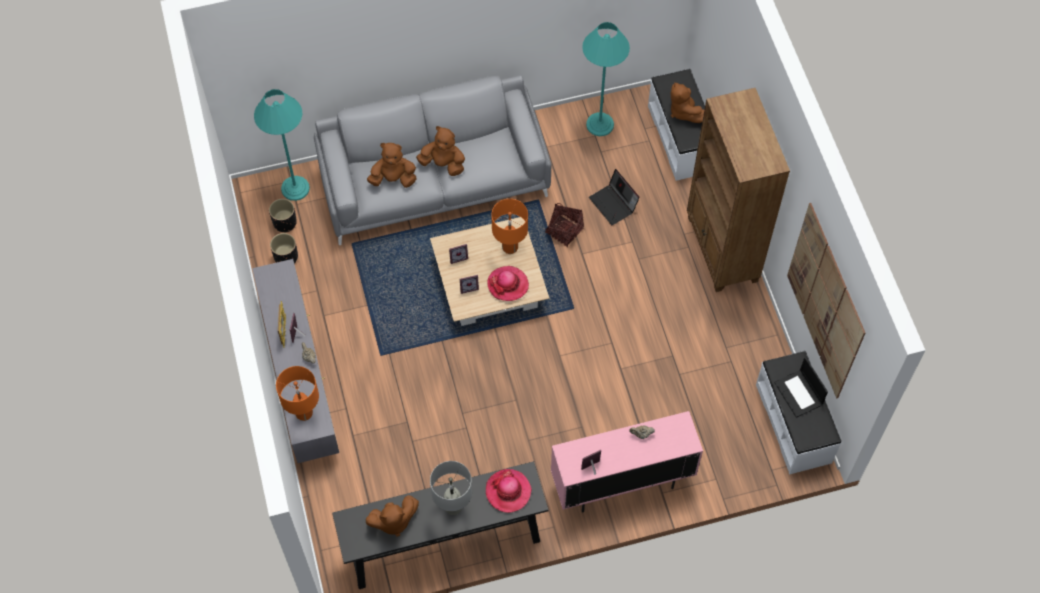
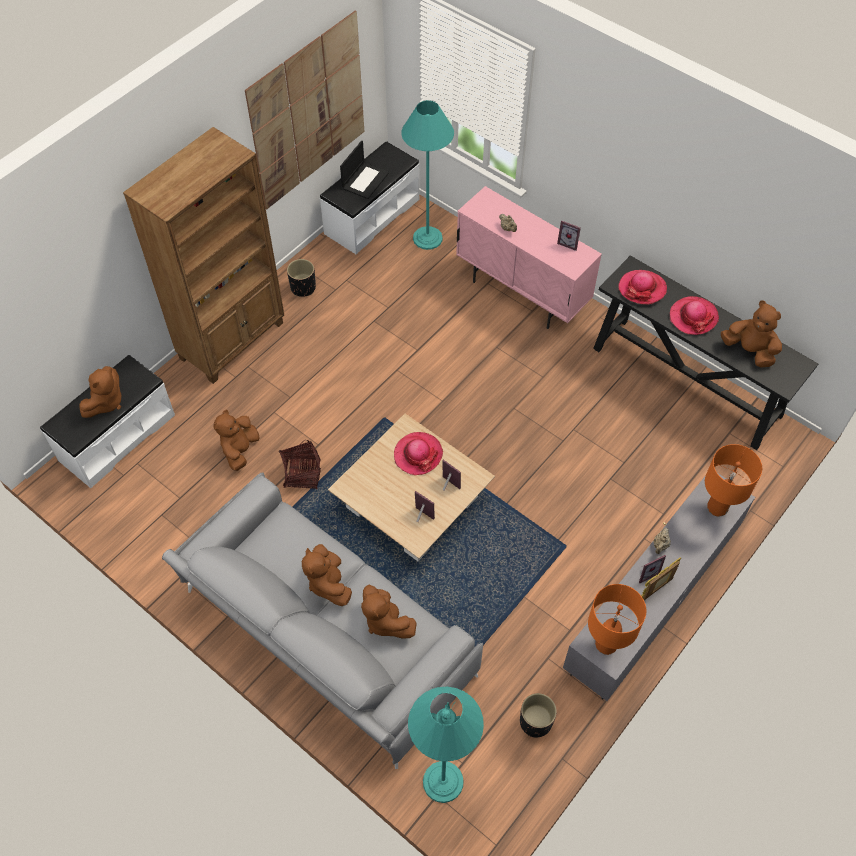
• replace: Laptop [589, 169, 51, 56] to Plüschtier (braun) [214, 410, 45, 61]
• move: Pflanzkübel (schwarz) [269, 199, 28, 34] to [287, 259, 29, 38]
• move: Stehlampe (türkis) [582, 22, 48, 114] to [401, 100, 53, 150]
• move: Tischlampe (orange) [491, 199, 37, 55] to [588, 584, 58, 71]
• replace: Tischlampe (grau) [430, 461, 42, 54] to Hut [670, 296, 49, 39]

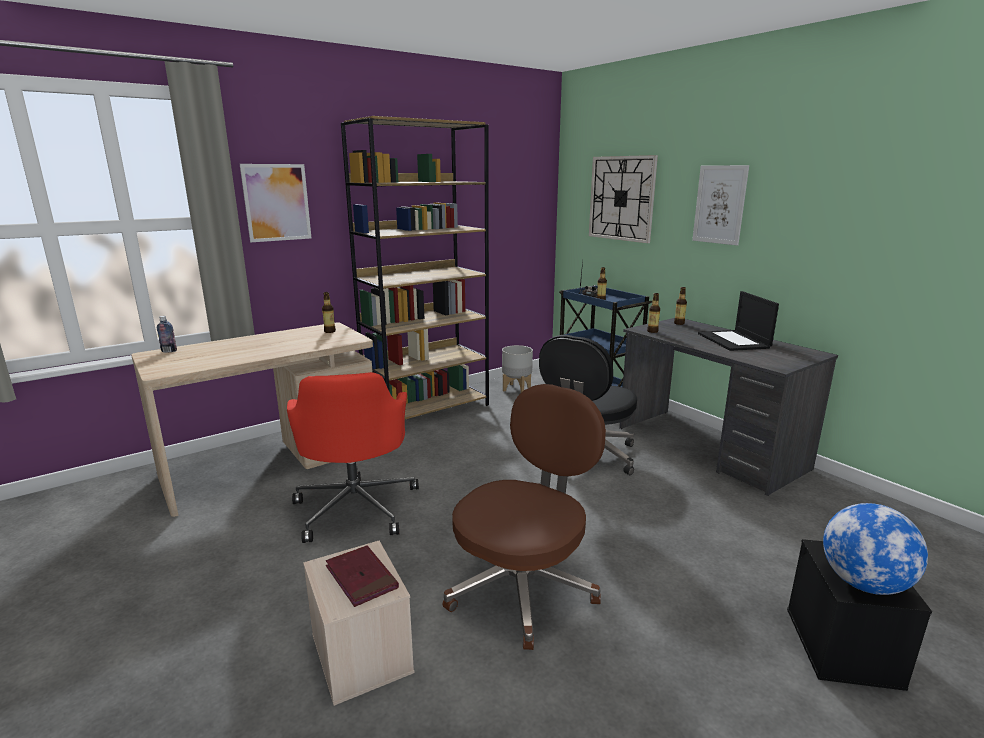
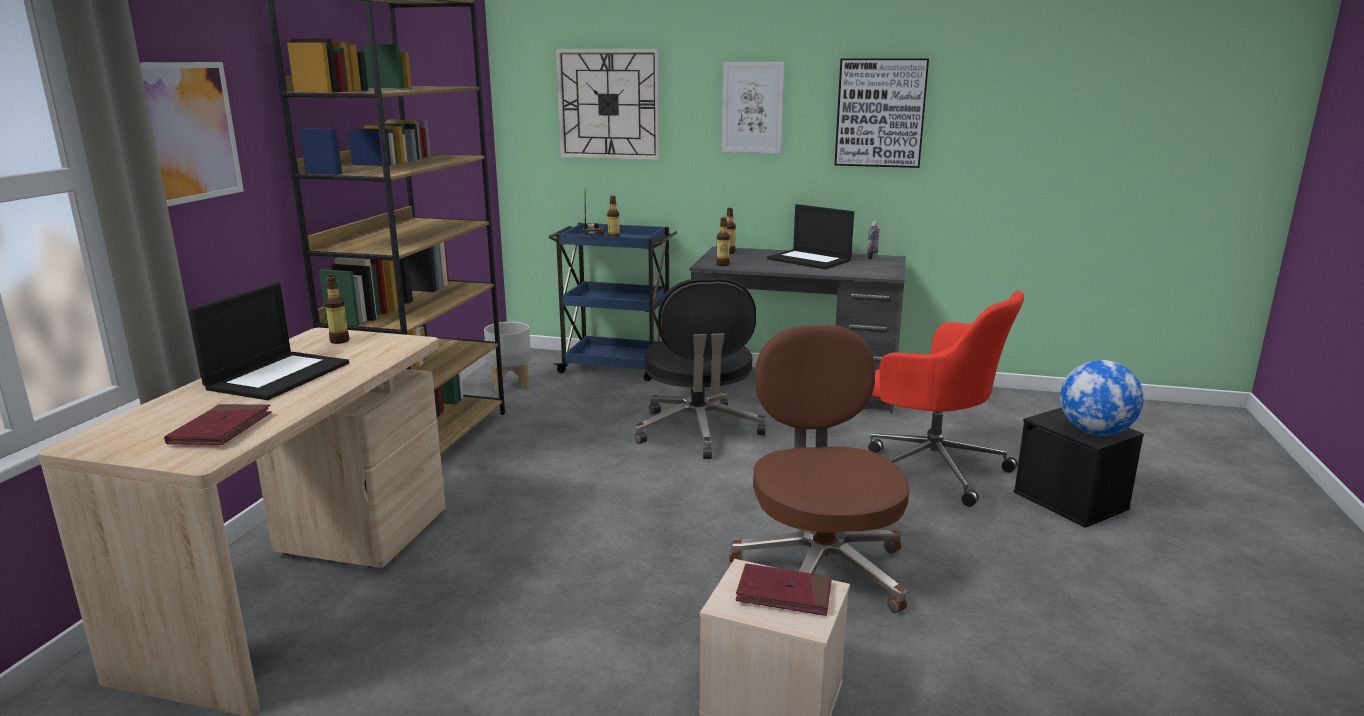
• insert: Buch (rot) [164, 404, 108, 41]
• insert: Laptop [188, 283, 161, 117]
• insert: Bild [835, 58, 94, 110]
• move: Flasche [157, 316, 20, 36] to [867, 222, 12, 38]
• move: Bürostuhl (rot) [287, 372, 132, 171] to [868, 291, 156, 216]

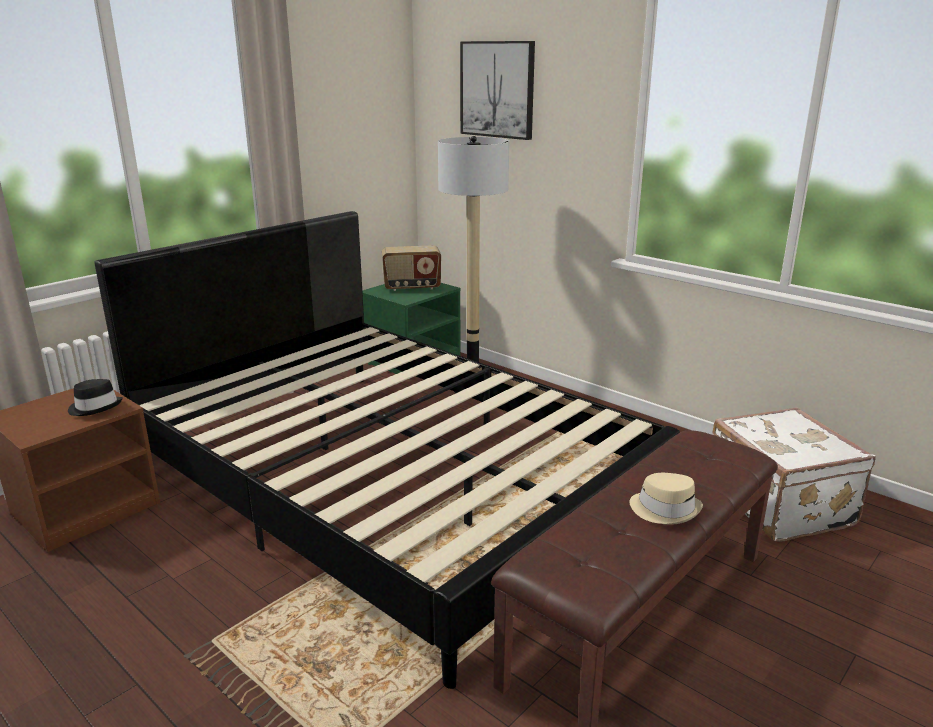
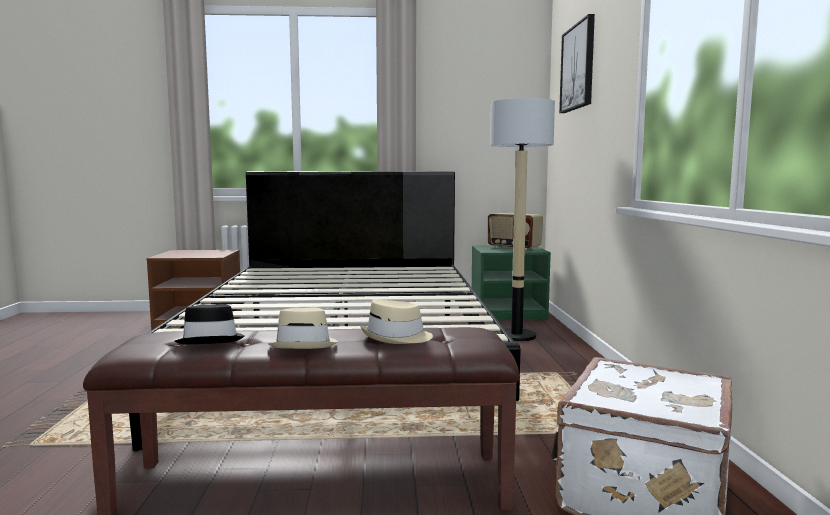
• move: Hut (schwarz) [68, 379, 55, 37] to [175, 304, 70, 40]
• insert: Hut (beige) [360, 299, 73, 45]

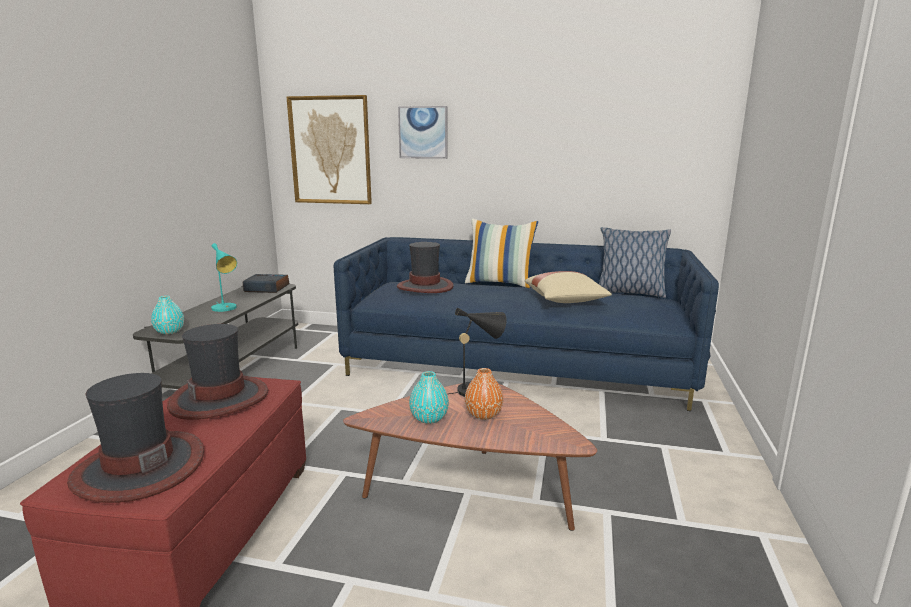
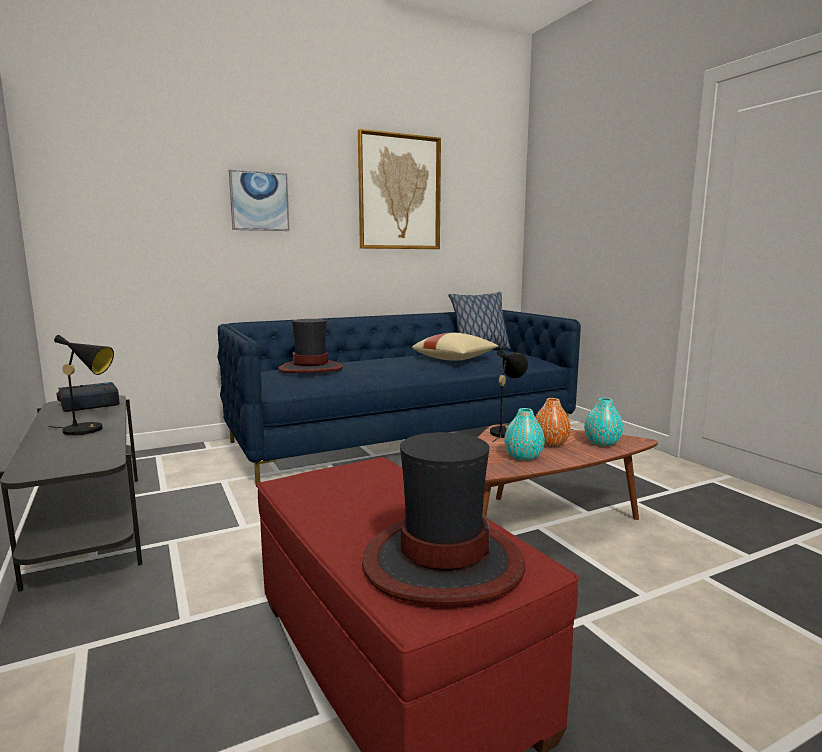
• recolor: Tischlampe (türkis) [211, 243, 26, 69] to Tischlampe (schwarz) [48, 335, 66, 100]
• move: Bild [286, 95, 86, 109] to [358, 129, 83, 120]
• move: Vase (türkis) [151, 296, 33, 38] to [584, 397, 39, 49]
• delete: Hut [167, 324, 101, 96]
• delete: Kissen [465, 218, 73, 70]

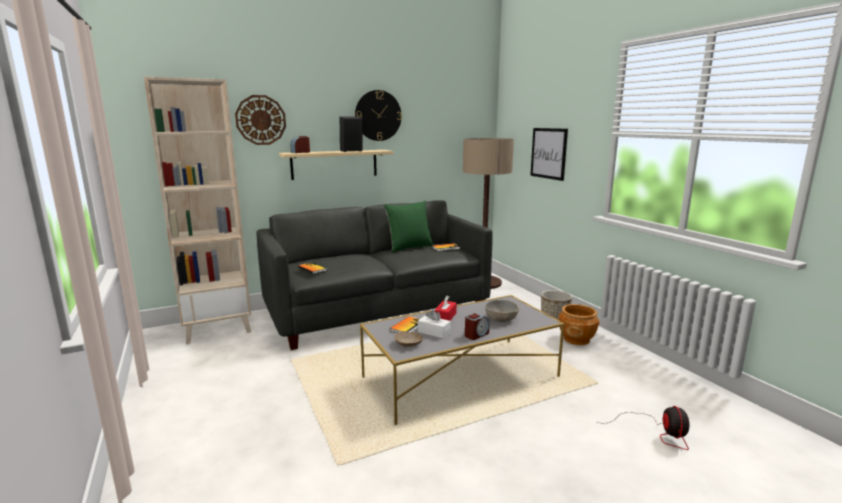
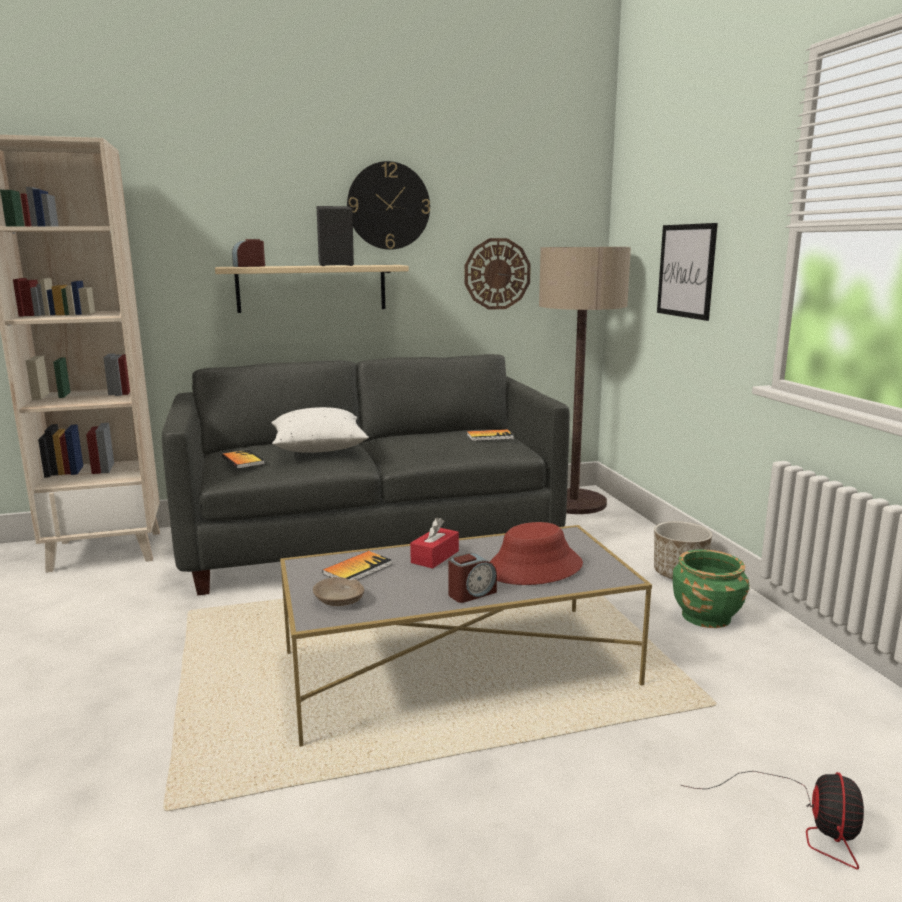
• insert: Kissen (weiß) [271, 407, 98, 46]
• move: Wanduhr [235, 95, 51, 50] to [465, 238, 66, 72]
• replace: Schüssel (grau) [485, 300, 34, 22] to Hut (rot) [490, 522, 93, 63]
• recolor: Pflanzkübel (braun) [559, 304, 41, 41] to Pflanzkübel (grün) [673, 549, 77, 79]
• delete: Kissen (grün) [384, 201, 49, 52]
• delete: Taschentuchbox (weiß) [418, 309, 33, 29]

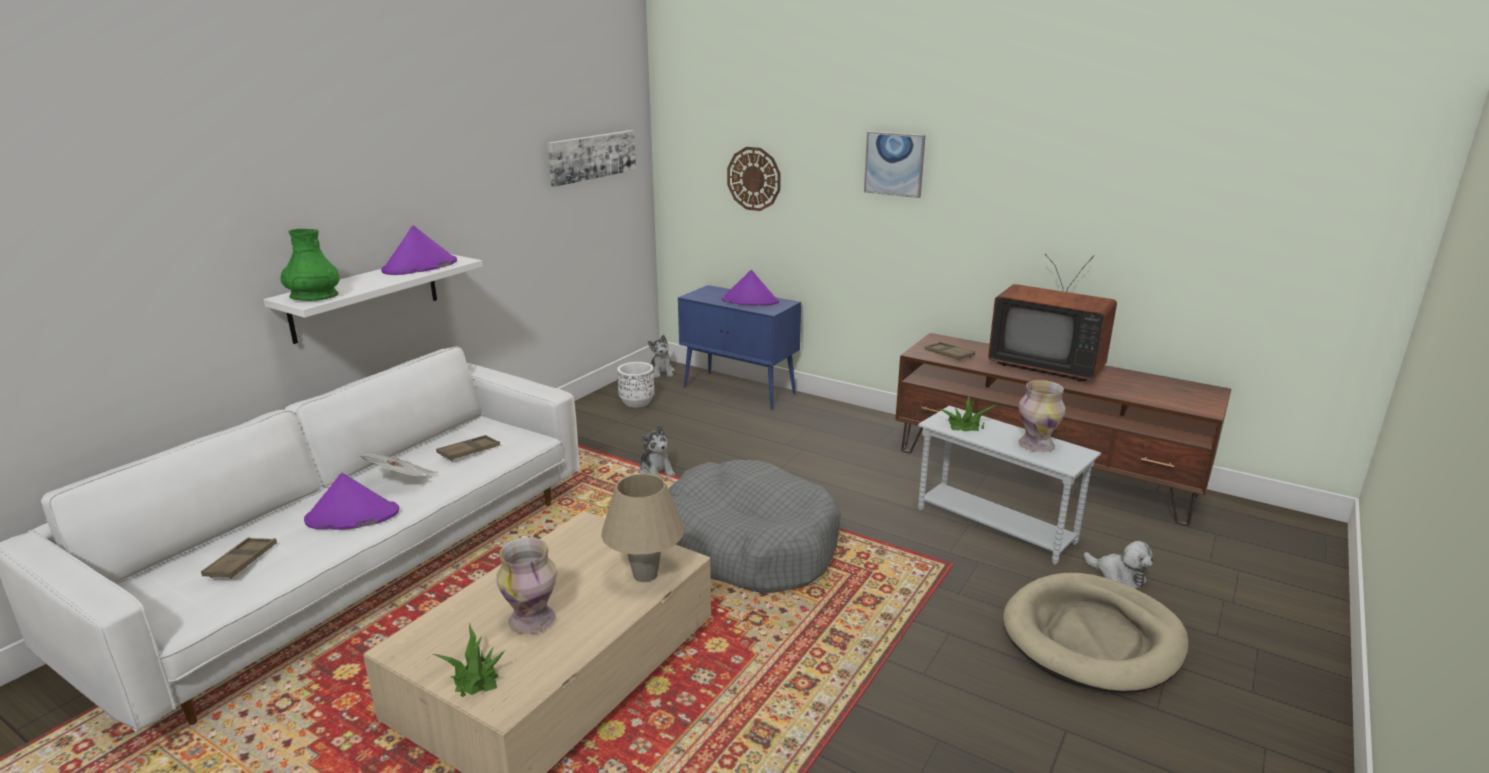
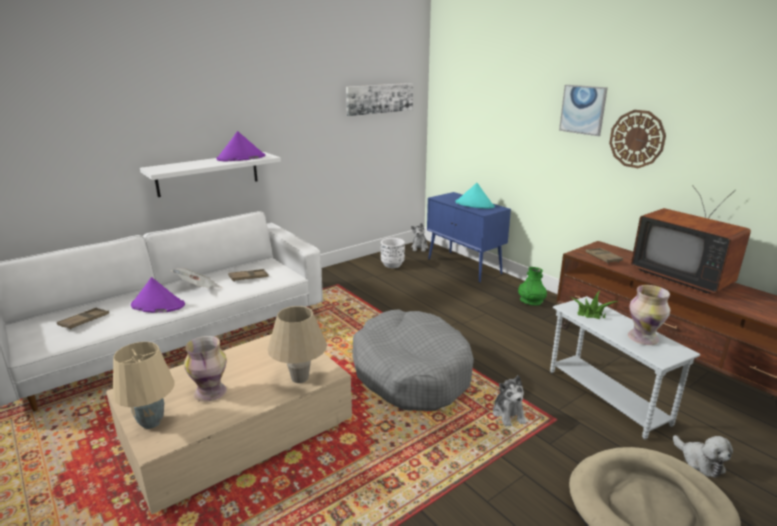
• replace: Topfpflanze [433, 624, 73, 73] to Tischlampe (beige) [113, 342, 61, 87]
• recolor: Hut (lila) [722, 270, 57, 35] to Hut (türkis) [455, 183, 40, 26]
• move: Plüschtier [639, 425, 36, 51] to [493, 375, 34, 52]
• move: Vase (grün) [280, 229, 60, 72] to [518, 267, 29, 39]
• move: Wanduhr [727, 147, 54, 64] to [609, 110, 57, 58]

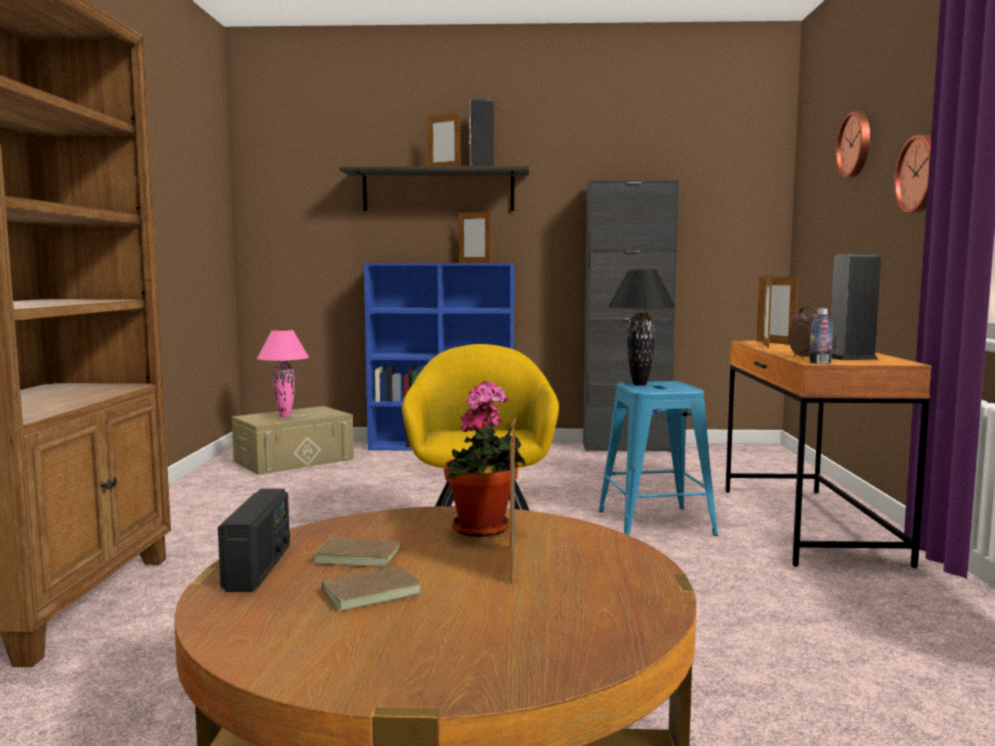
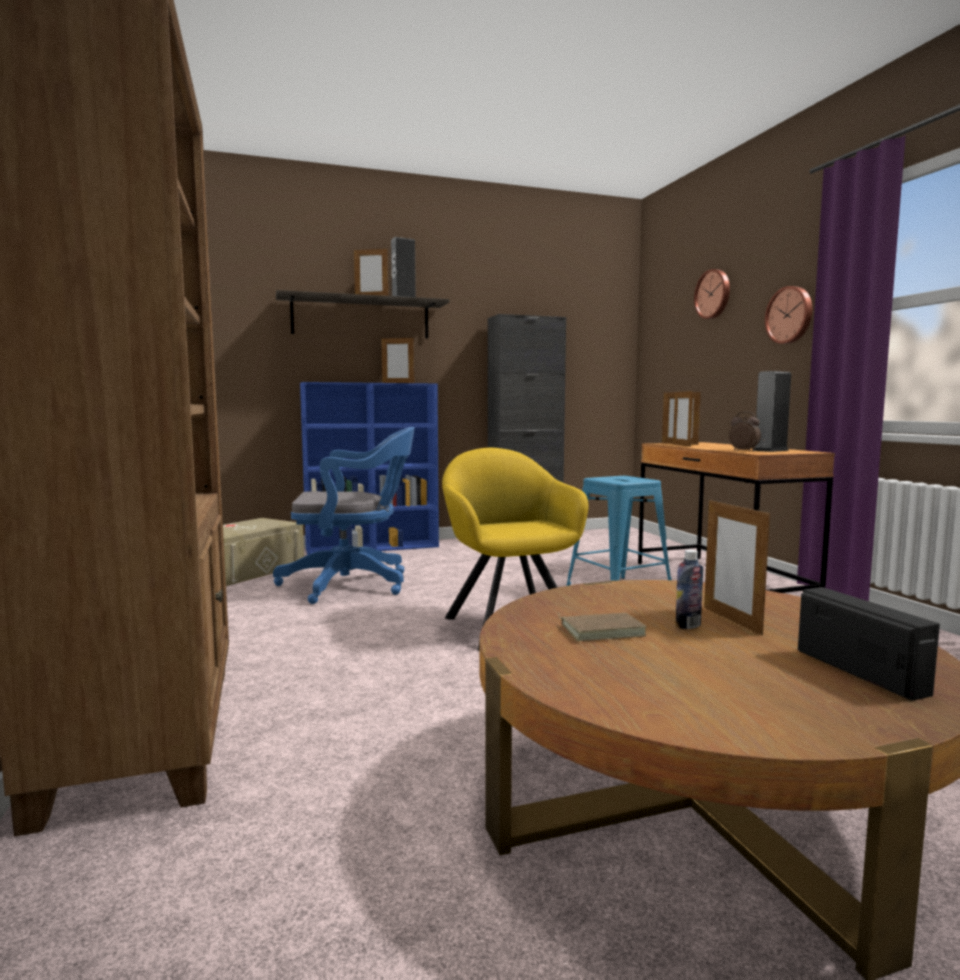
• insert: Bürostuhl (blau) [273, 427, 142, 177]
• move: Flasche [809, 309, 24, 55] to [675, 550, 28, 79]
• move: Radio [218, 489, 72, 103] to [798, 587, 142, 114]
• delete: Tischlampe (rosa) [257, 329, 52, 88]
• delete: Buch (braun) [317, 566, 105, 45]
• delete: Topfpflanze [444, 381, 81, 156]
• delete: Tischlampe (schwarz) [608, 270, 68, 116]

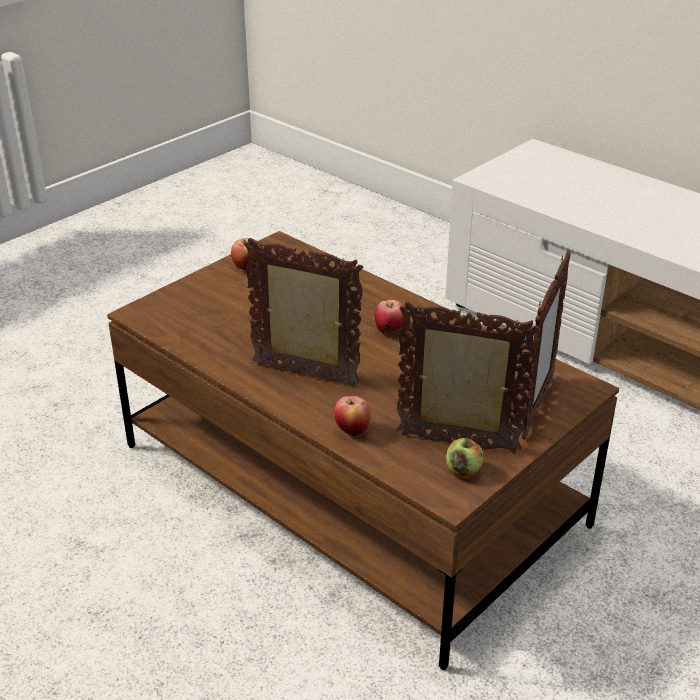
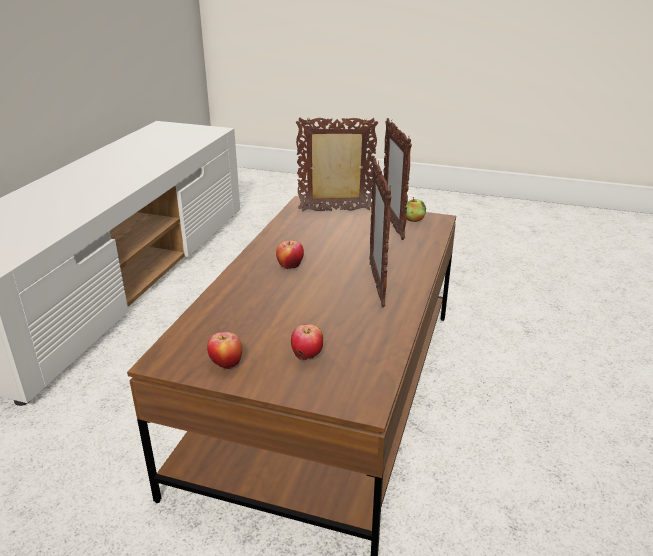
• move: Apfel [334, 396, 37, 40] to [291, 324, 32, 36]

